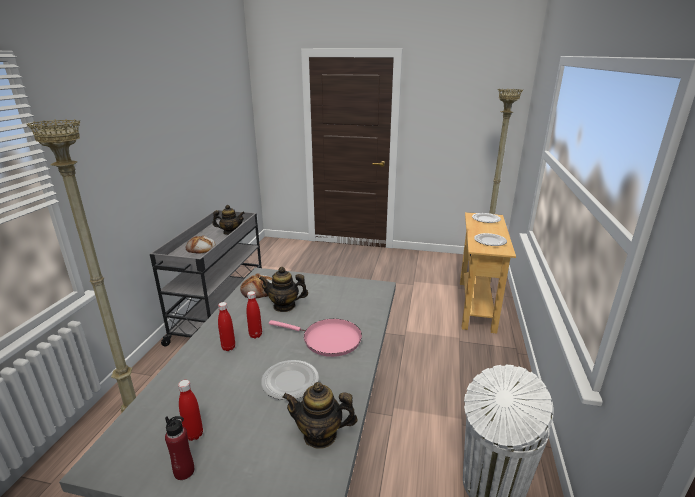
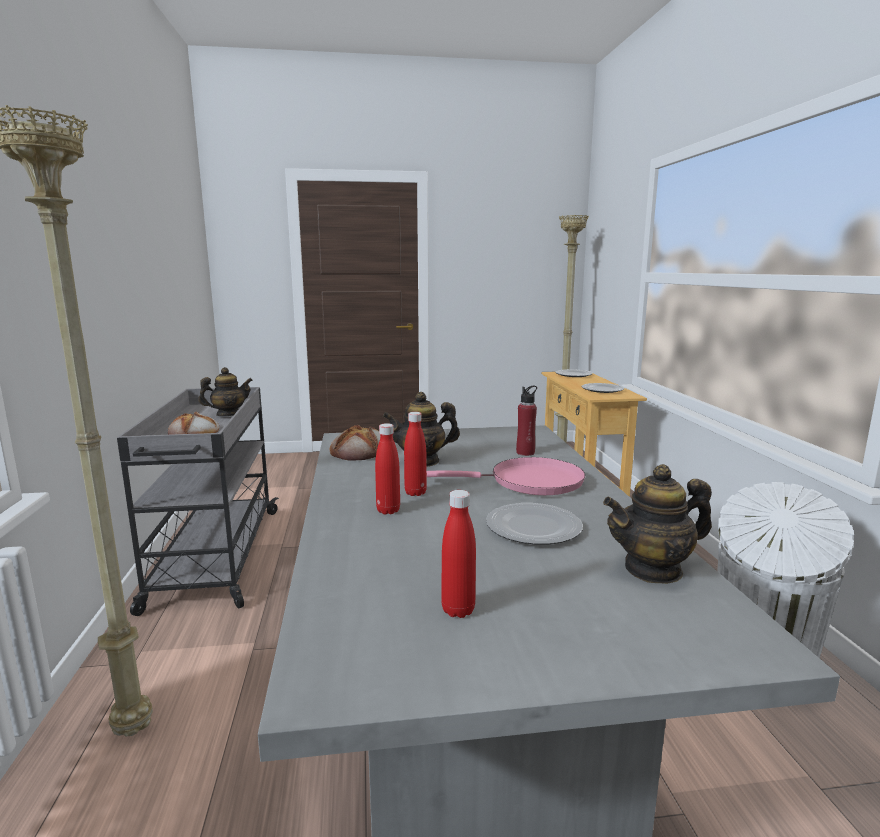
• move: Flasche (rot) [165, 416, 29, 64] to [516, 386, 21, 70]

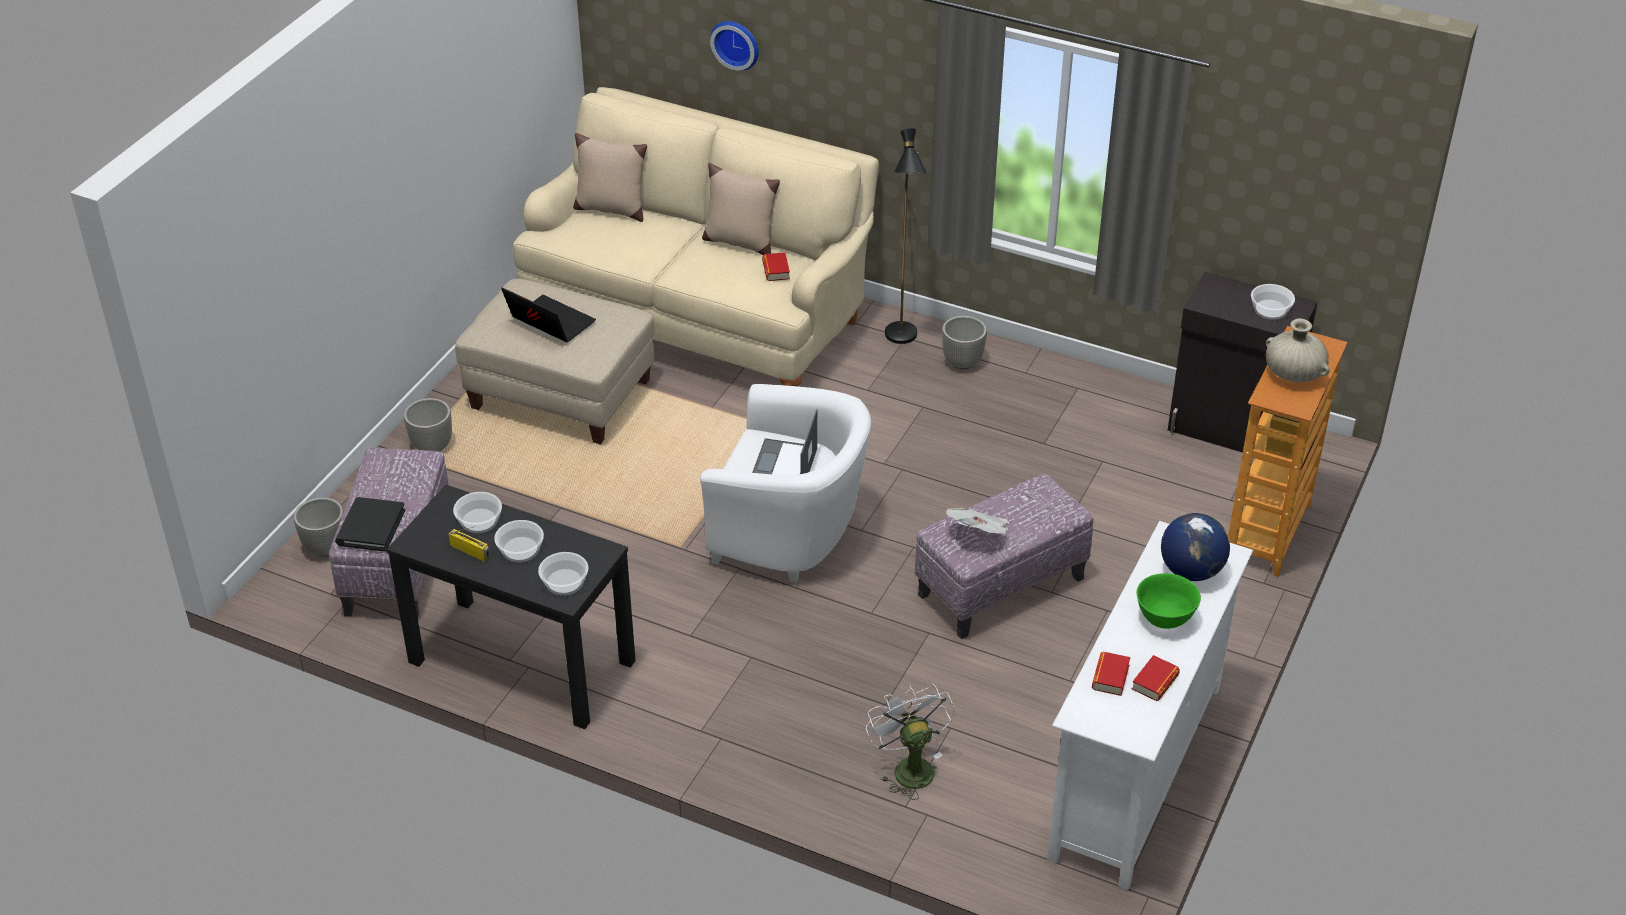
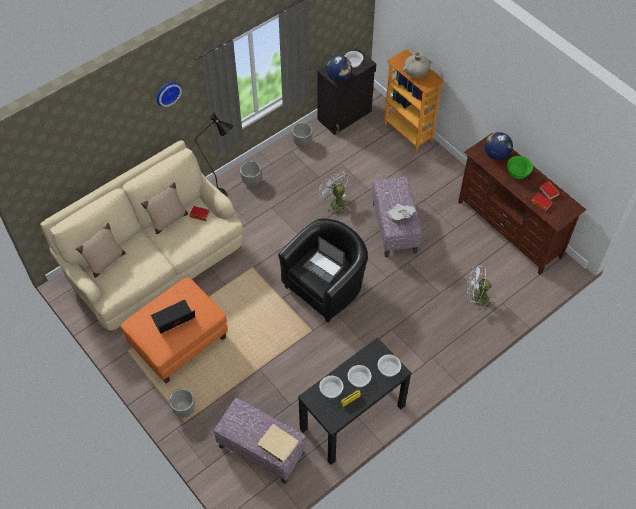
• recolor: Polsterhocker (beige) [455, 279, 199, 166] to Polsterhocker (orange) [121, 277, 107, 106]
• move: Wanduhr [710, 21, 49, 50] to [157, 82, 25, 25]
• recolor: Buch (schwarz) [335, 497, 70, 55] to Buch (beige) [258, 424, 40, 39]
• recolor: Sessel (weiß) [700, 384, 171, 199] to Sessel (schwarz) [278, 218, 90, 104]
• move: Pflanzkübel [294, 497, 50, 60] to [292, 123, 21, 24]
• insert: Ventilator (weiß) [318, 170, 32, 45]
• insert: Globus [326, 55, 26, 27]
• recolor: Fernsehschrank (weiß) [1047, 521, 207, 369] to Fernsehschrank (braun) [458, 133, 128, 142]

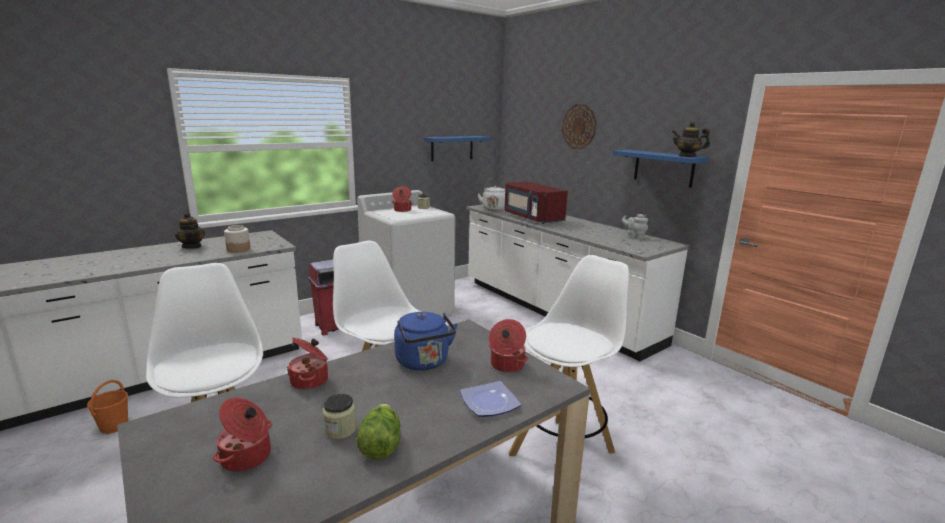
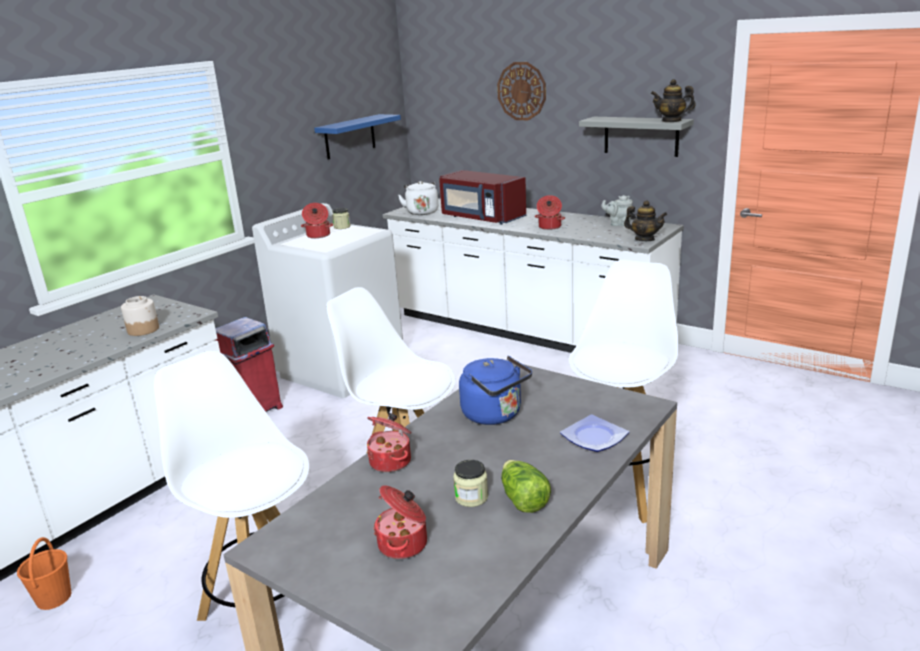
• move: Kochtopf [489, 319, 39, 54] to [535, 195, 30, 35]
• recolor: Wandregal (blau) [613, 150, 95, 38] to Wandregal (grau) [579, 117, 115, 40]
• move: Teekanne [175, 212, 30, 37] to [624, 201, 43, 40]

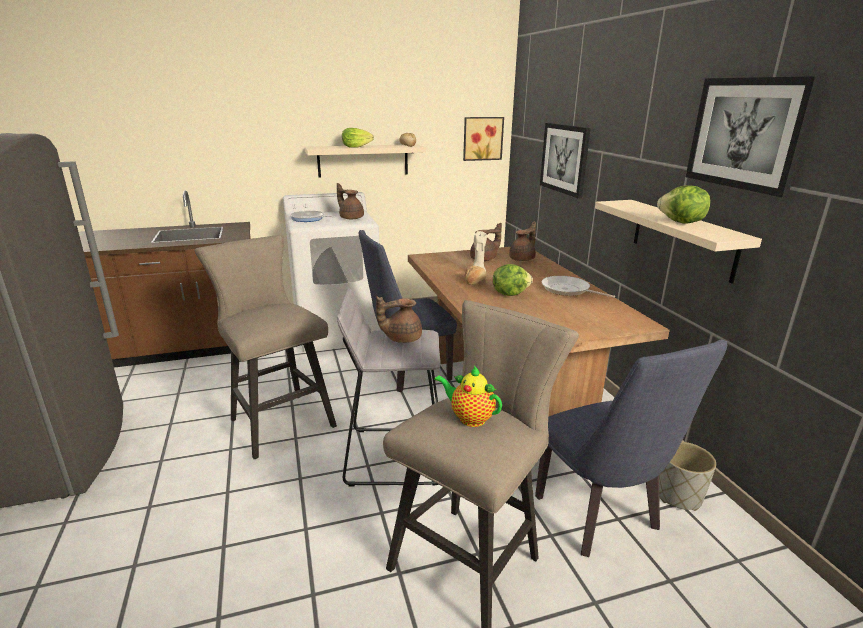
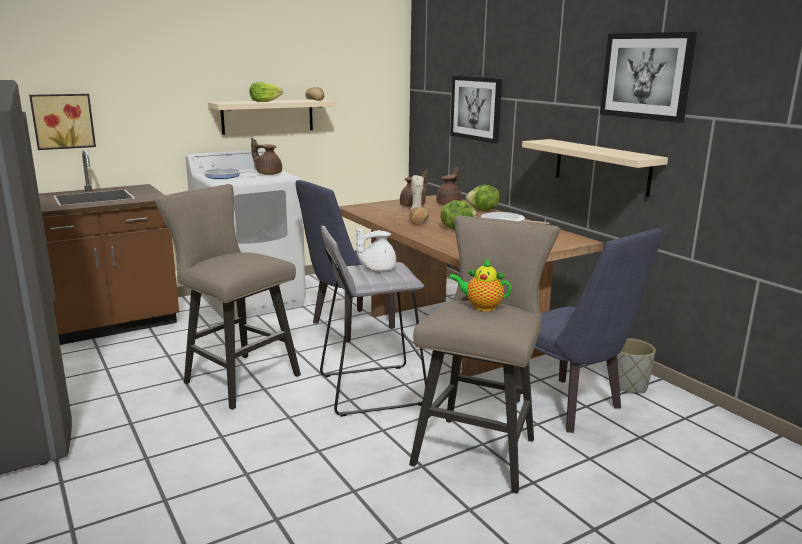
• move: Bild [463, 117, 41, 44] to [29, 94, 67, 56]
• recolor: Teekanne (braun) [376, 296, 46, 47] to Teekanne (weiß) [356, 228, 40, 43]
• move: Salatkopf [657, 185, 53, 39] to [466, 185, 34, 26]

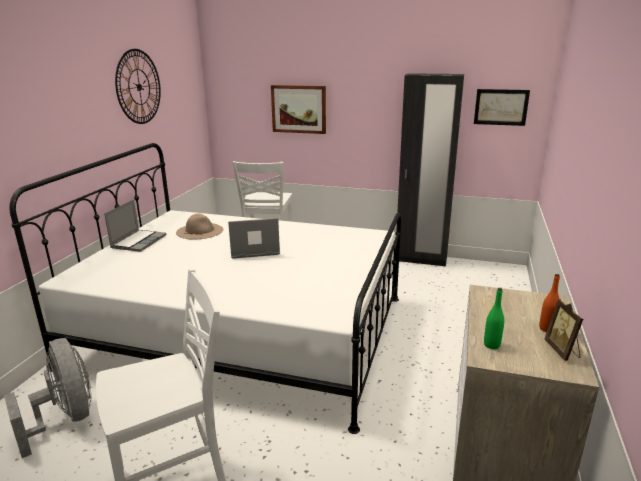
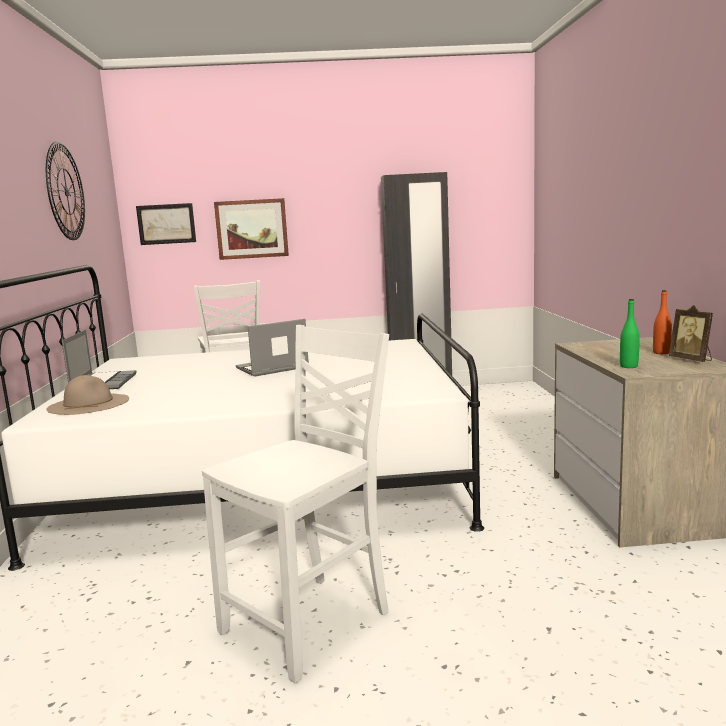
• move: Hut (beige) [176, 213, 47, 26] to [46, 375, 83, 40]
• move: Bild [474, 89, 56, 37] to [136, 203, 60, 42]
• delete: Ventilator (grau) [4, 338, 87, 120]

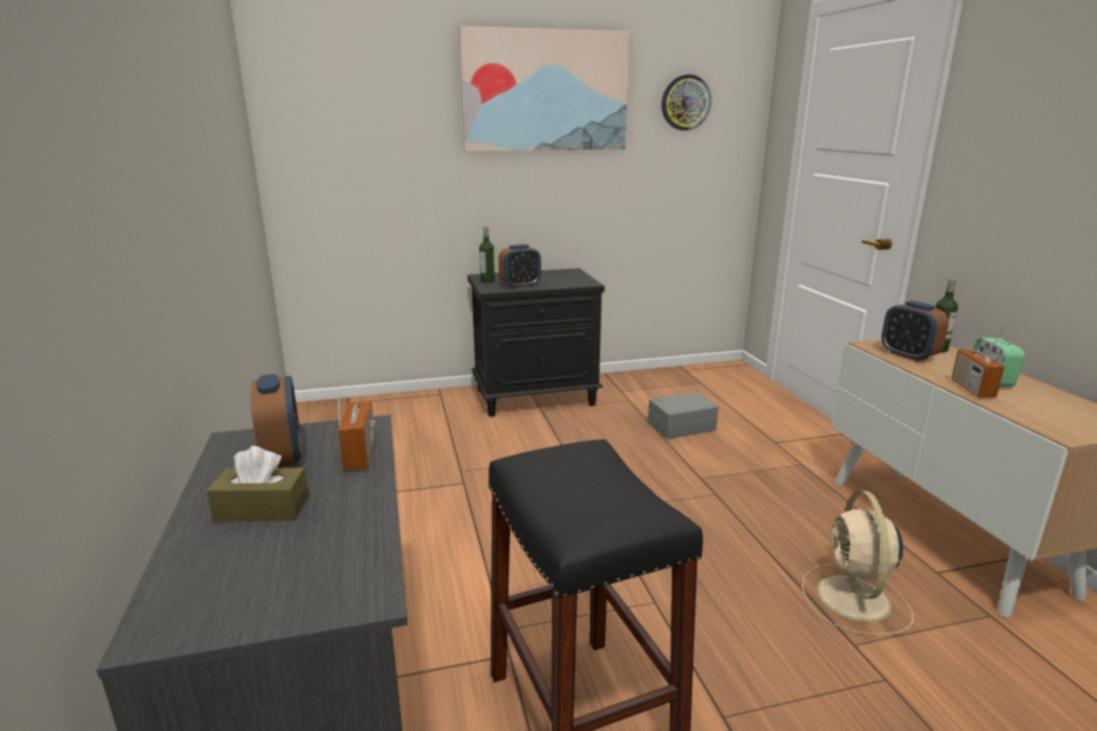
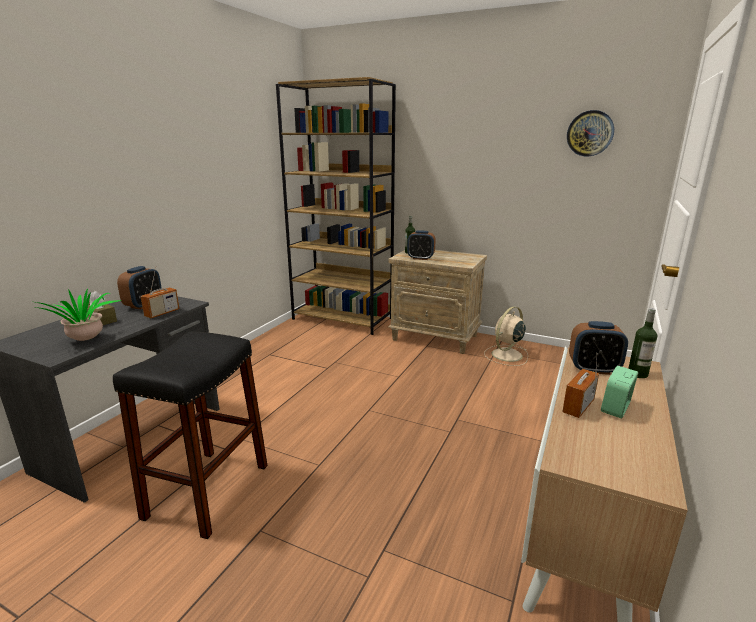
• insert: Topfpflanze [31, 289, 91, 52]
• insert: Bücherregal (braun) [276, 77, 120, 258]
• recolor: Nachttisch (schwarz) [467, 268, 138, 149] to Nachttisch (beige) [388, 250, 99, 104]
• move: Ventilator (beige) [802, 490, 112, 145] to [484, 306, 44, 60]
• rotate: Wecker [882, 300, 67, 62] = [569, 321, 59, 54] 90 degrees counterclockwise
• delete: Bild [459, 26, 171, 126]
• delete: Aufbewahrungsbox (grau) [648, 392, 71, 47]

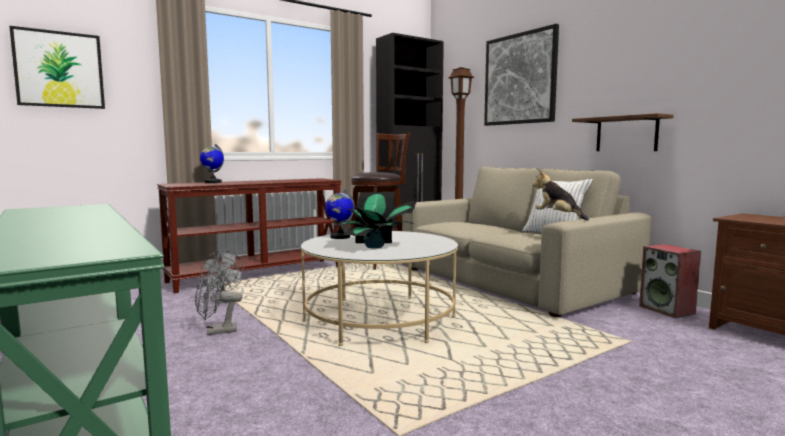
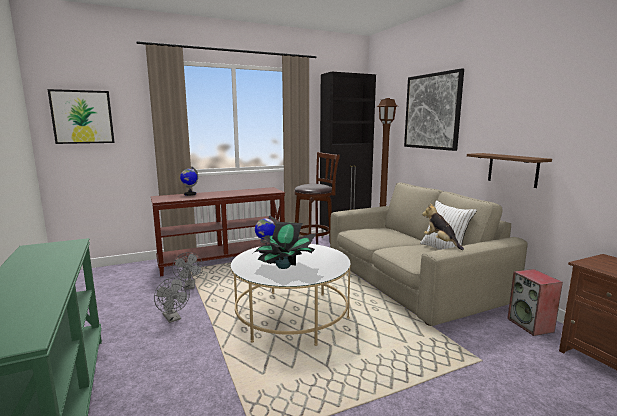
• rotate: Ventilator (grau) [195, 271, 47, 64] = [154, 278, 36, 45] 120 degrees counterclockwise

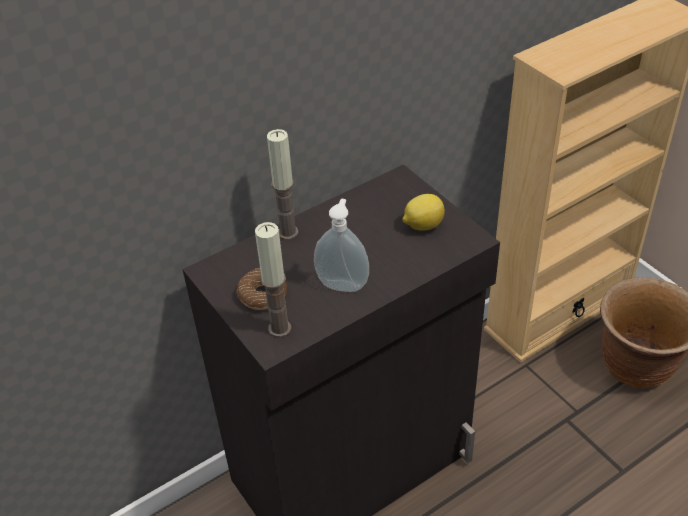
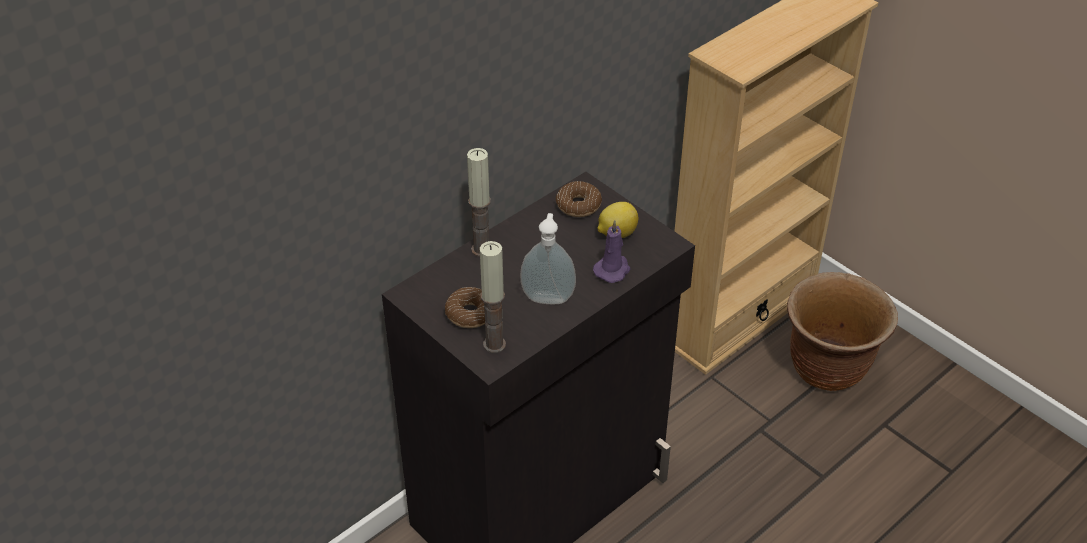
• insert: Donut [556, 181, 46, 36]
• insert: Kerze (lila) [593, 220, 38, 63]

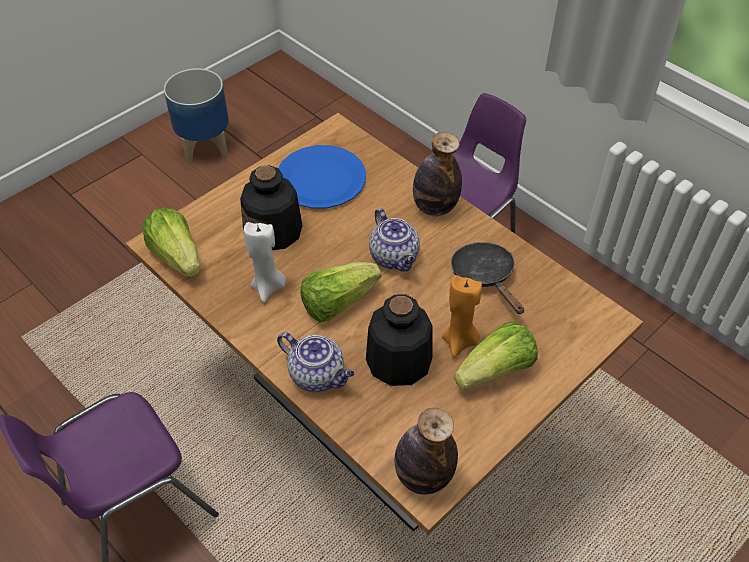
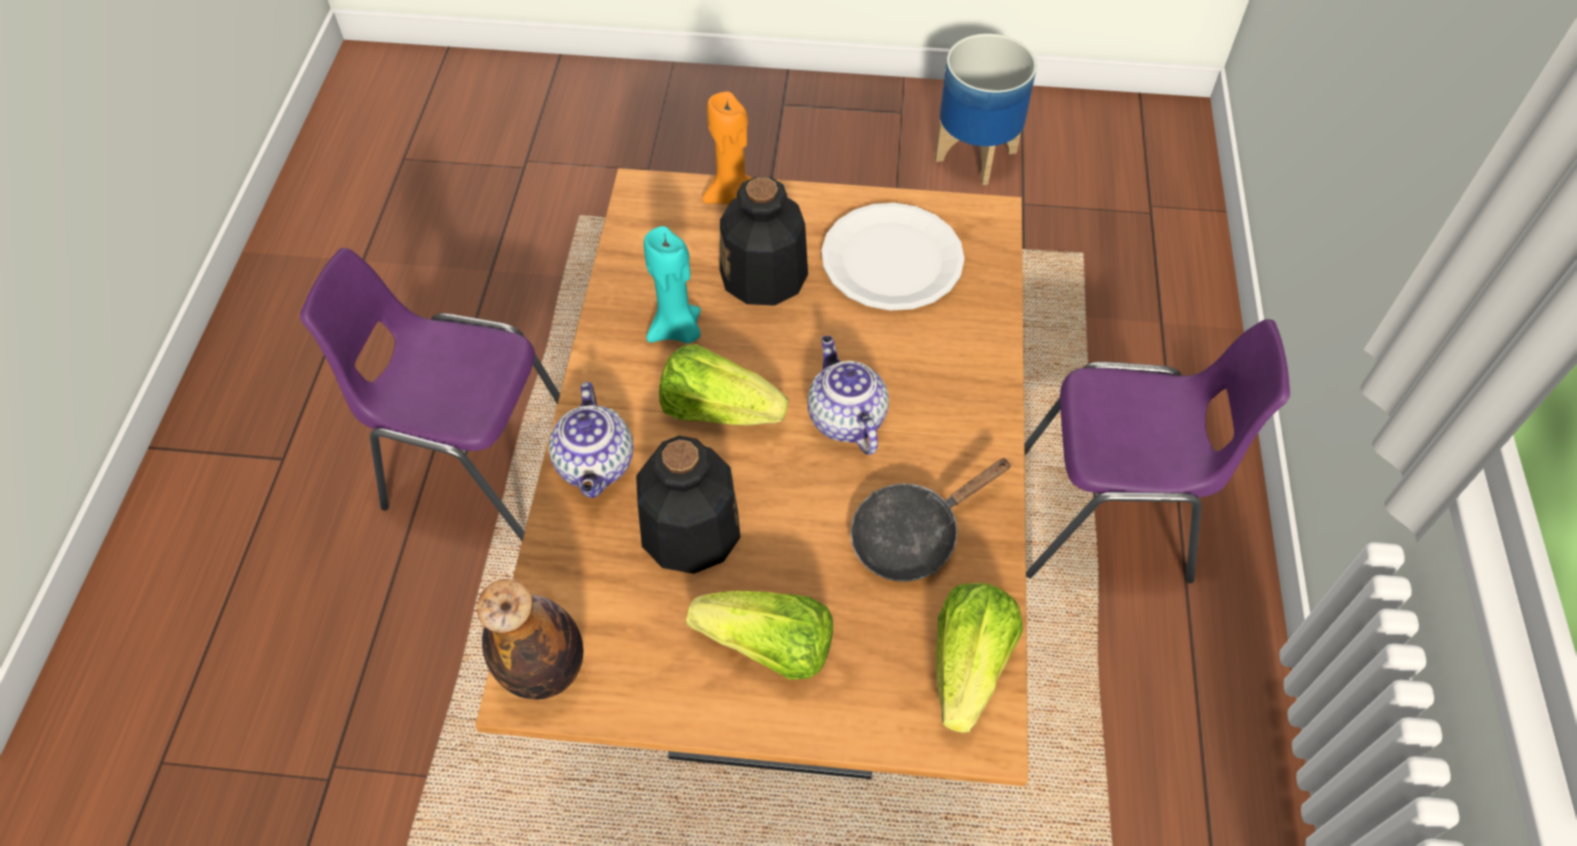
• recolor: Kerze (weiß) [244, 222, 42, 81] to Kerze (türkis) [644, 226, 57, 117]
• move: Kerze (orange) [442, 275, 40, 83] to [703, 92, 49, 113]
• rotate: Teekanne [369, 208, 51, 64] = [807, 336, 82, 119] 135 degrees clockwise
• recolor: Teller (blau) [278, 145, 88, 63] to Teller (weiß) [821, 203, 144, 108]
• rotate: Pfanne (schwarz) [451, 242, 73, 72] = [850, 458, 162, 124] 150 degrees counterclockwise
• move: Salatkopf [142, 208, 58, 69] to [936, 583, 87, 150]
• delete: Flasche [413, 132, 49, 84]

